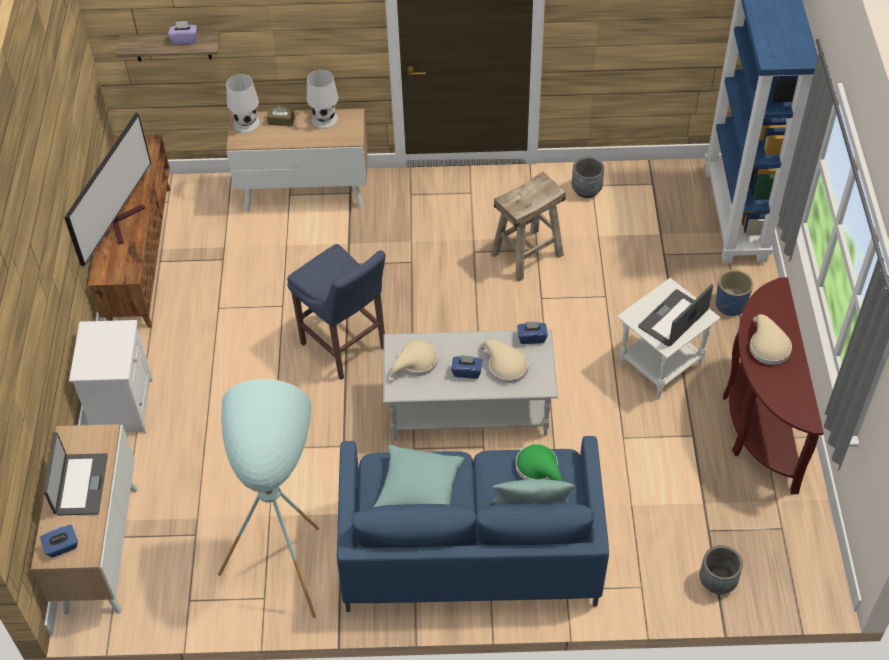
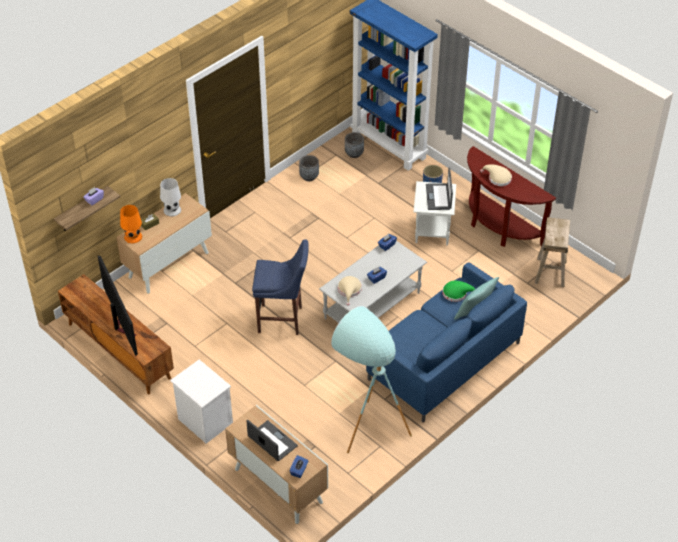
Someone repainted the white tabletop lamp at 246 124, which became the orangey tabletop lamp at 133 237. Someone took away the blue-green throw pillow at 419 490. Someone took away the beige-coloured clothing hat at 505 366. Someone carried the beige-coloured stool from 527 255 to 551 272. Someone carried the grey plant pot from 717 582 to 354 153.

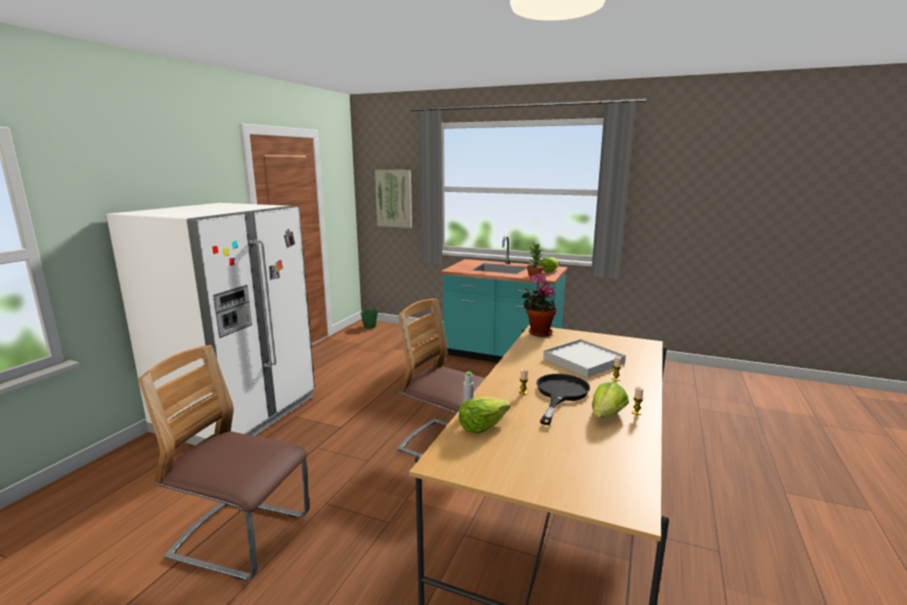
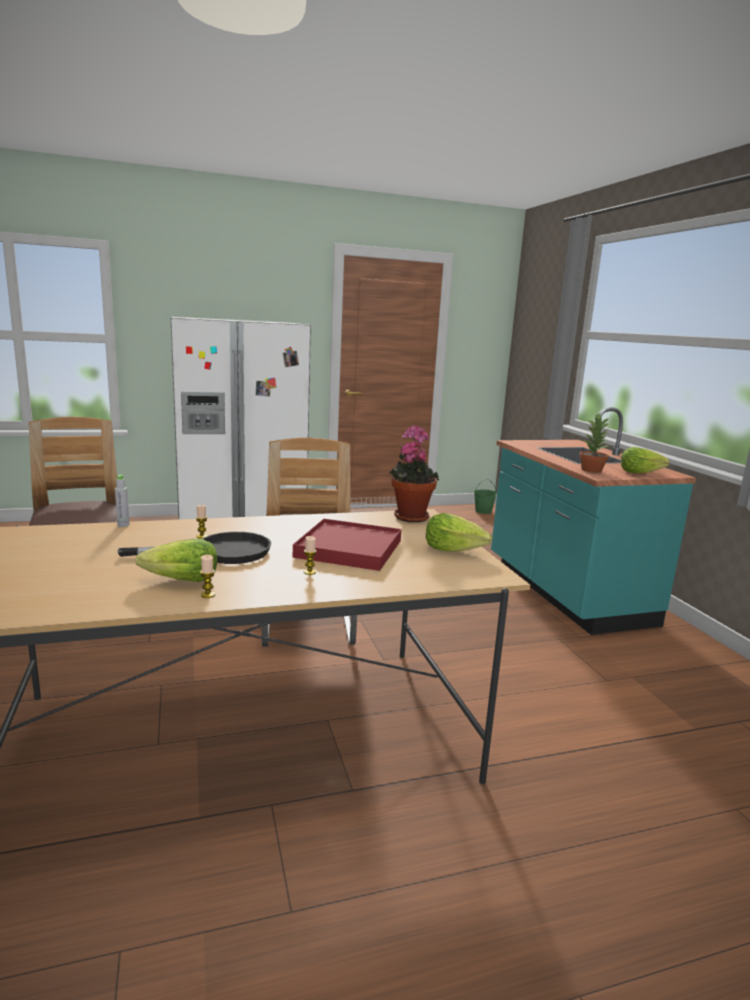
Someone took away the wall art at 394 198. Someone carried the lettuce head from 482 426 to 454 550. Someone repainted the white serving tray at 583 361, which became the red-coloured serving tray at 349 549.

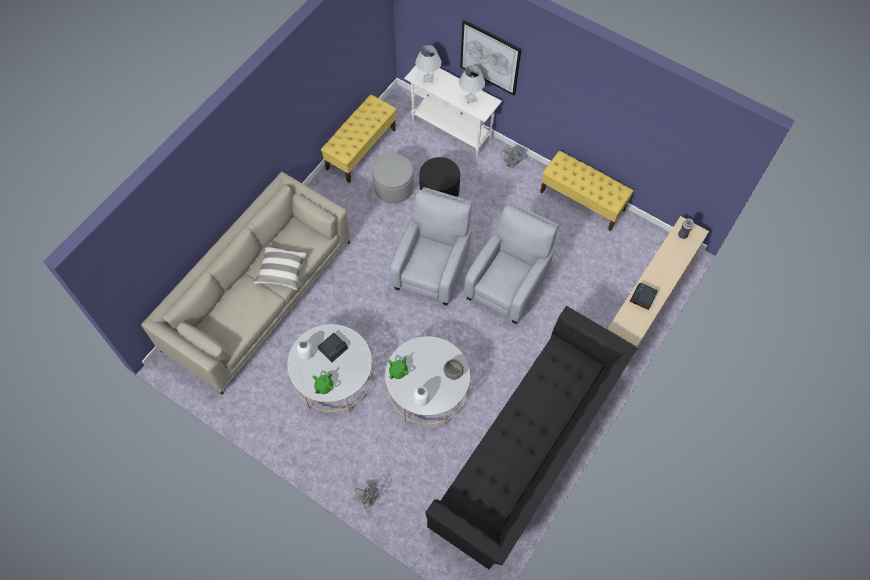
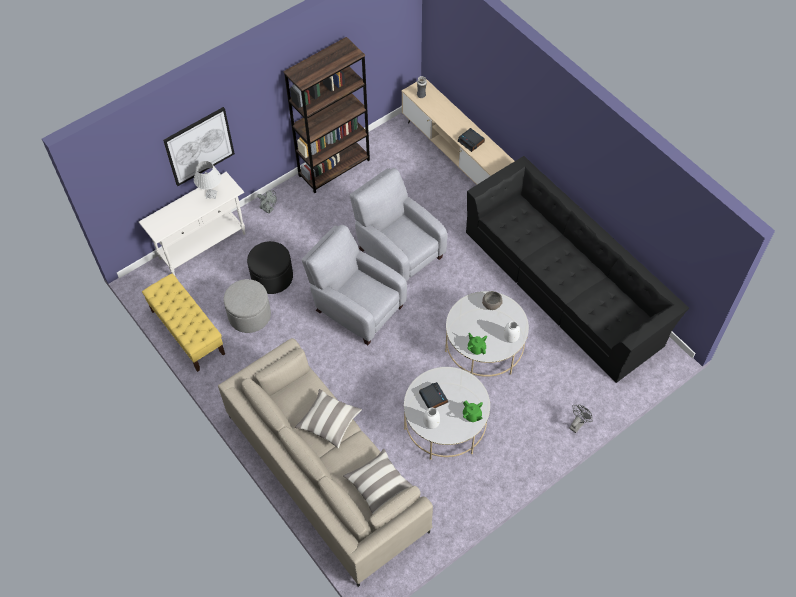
Someone took away the white tabletop lamp at 428 79. Someone swapped the yellowish long seat at 582 201 for the brownish bookcase at 334 168. Someone put down the throw pillow at 378 484.

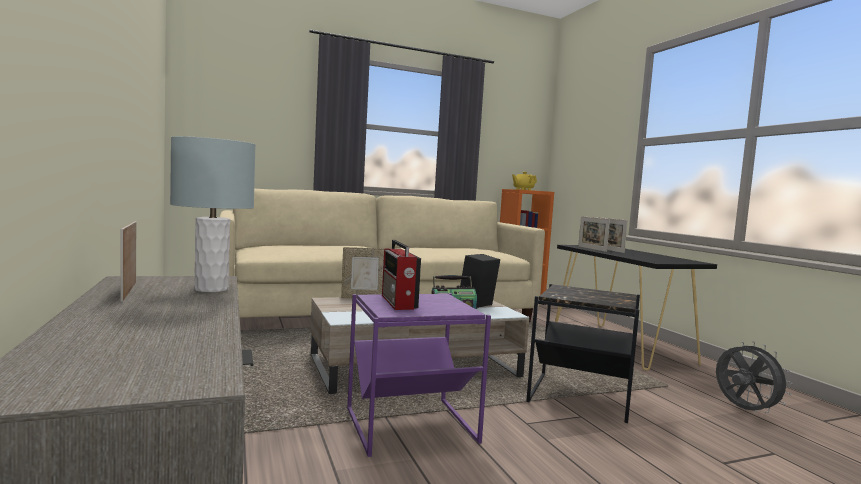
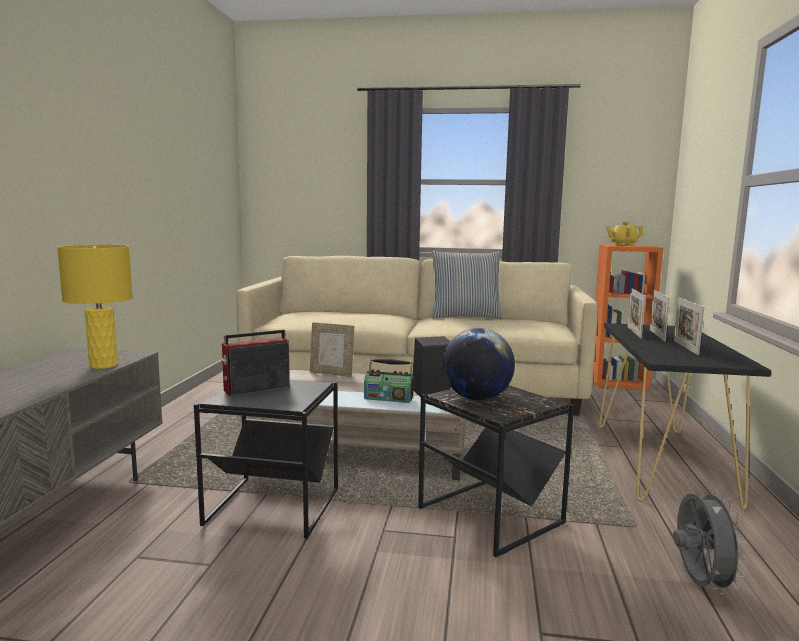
Someone carried the standing frame from 128 291 to 685 347. Someone repainted the grey tabletop lamp at 212 289, which became the yellowish tabletop lamp at 104 365. Someone repainted the purple-coloured accent table at 409 426, which became the black accent table at 272 506. Someone rotated the radio receiver at 398 302 by 45 degrees clockwise. Someone put down the throw pillow at 465 317. Someone put down the world globe at 477 398.

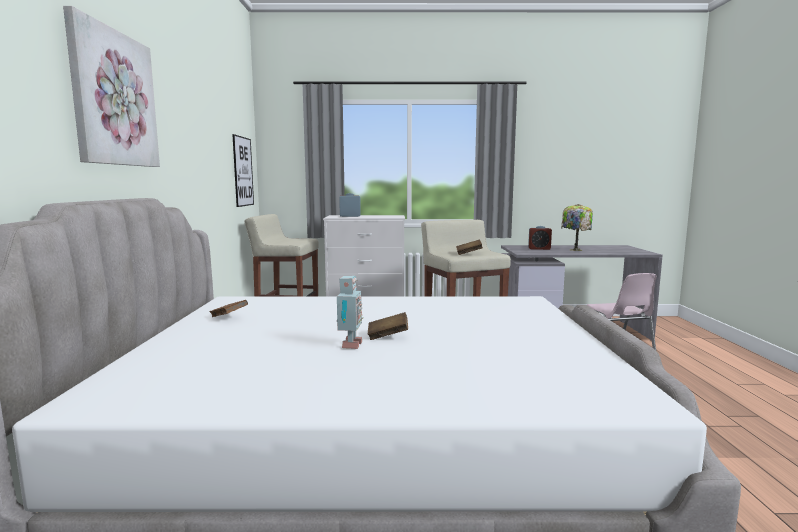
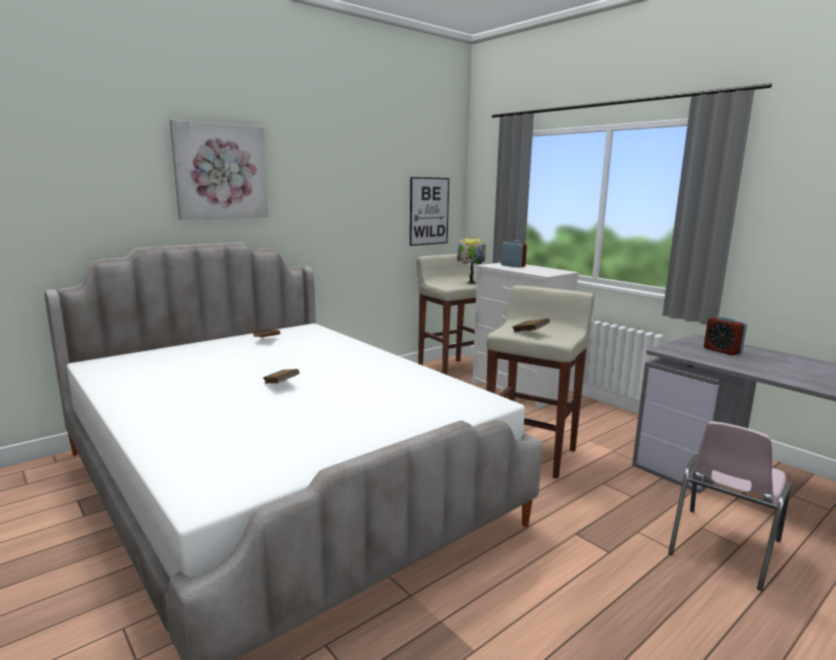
Someone took away the robot figure at 349 345. Someone carried the tabletop lamp from 574 250 to 470 282.

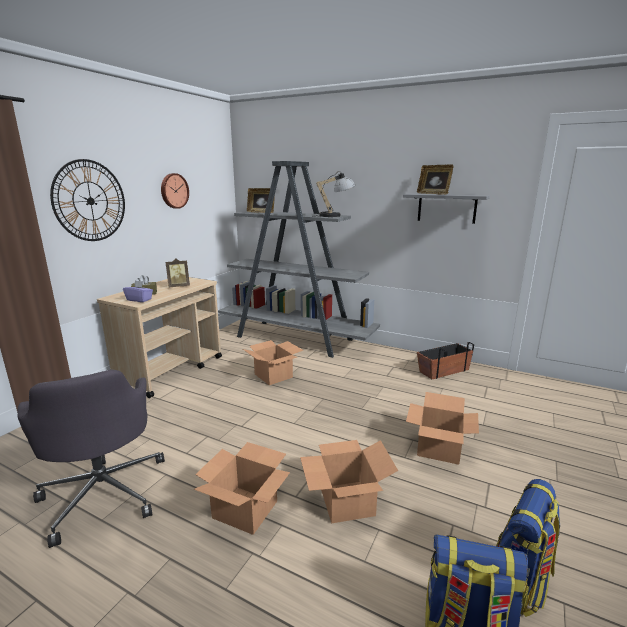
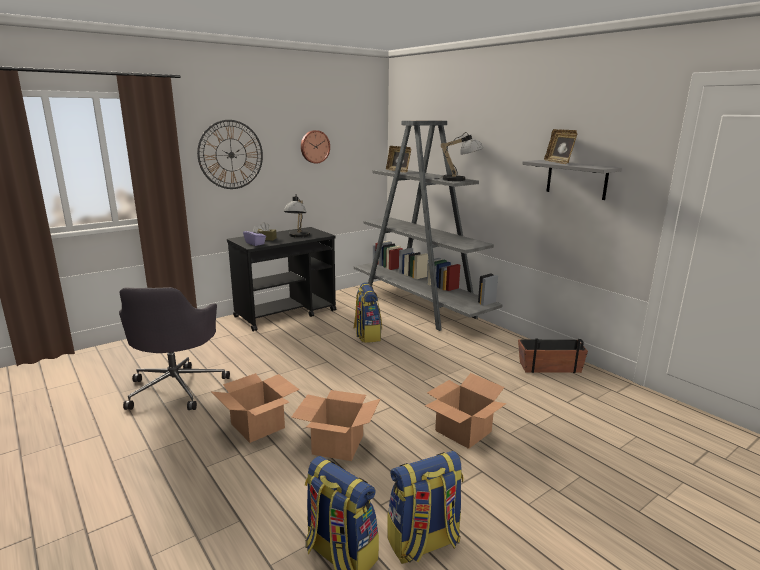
Someone repainted the beige-coloured trolley at 171 370, which became the black trolley at 286 313. Someone swapped the standing frame at 179 286 for the tabletop lamp at 298 236. Someone swapped the cardboard box at 273 375 for the backpack at 367 335.

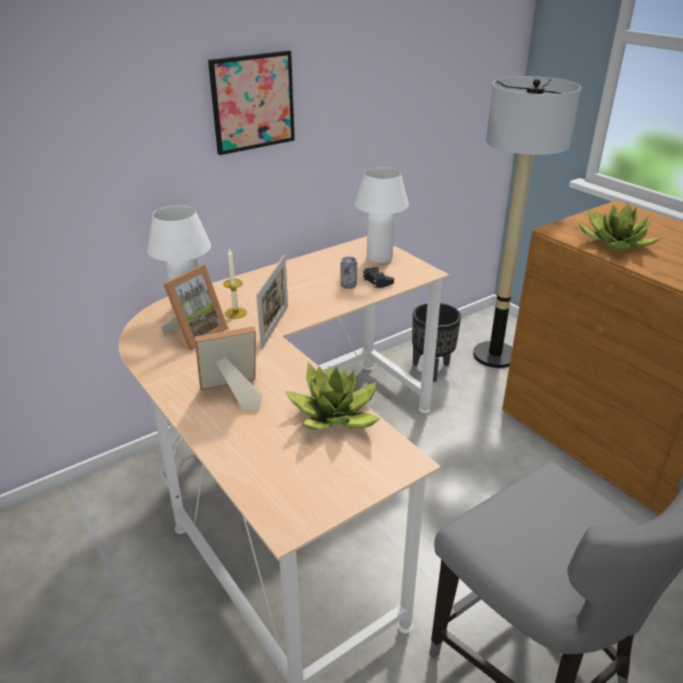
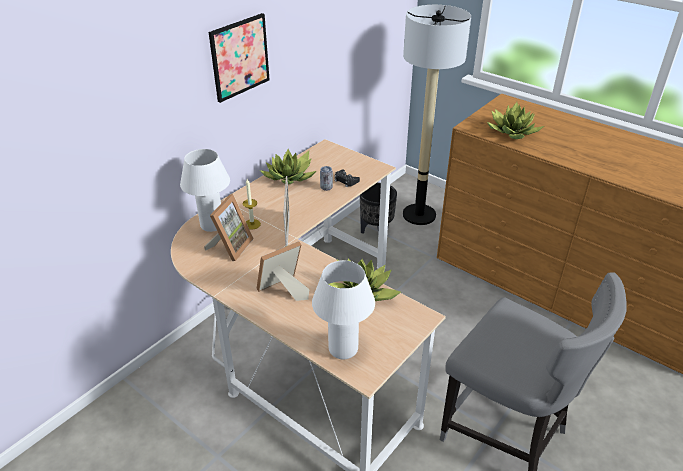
Someone carried the white tabletop lamp from 379 258 to 343 349. Someone put down the houseplant at 290 177.

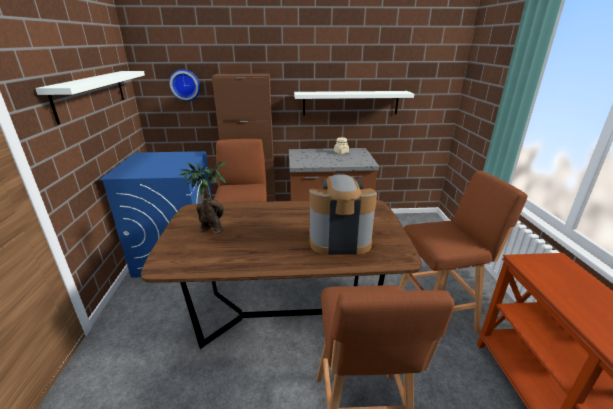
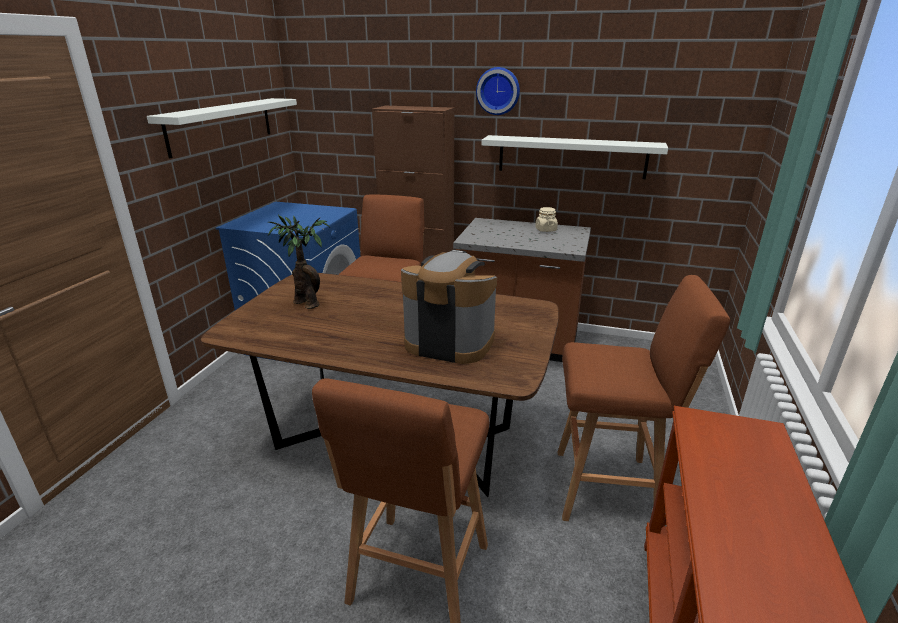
Someone carried the clock on the wall from 185 85 to 498 91.

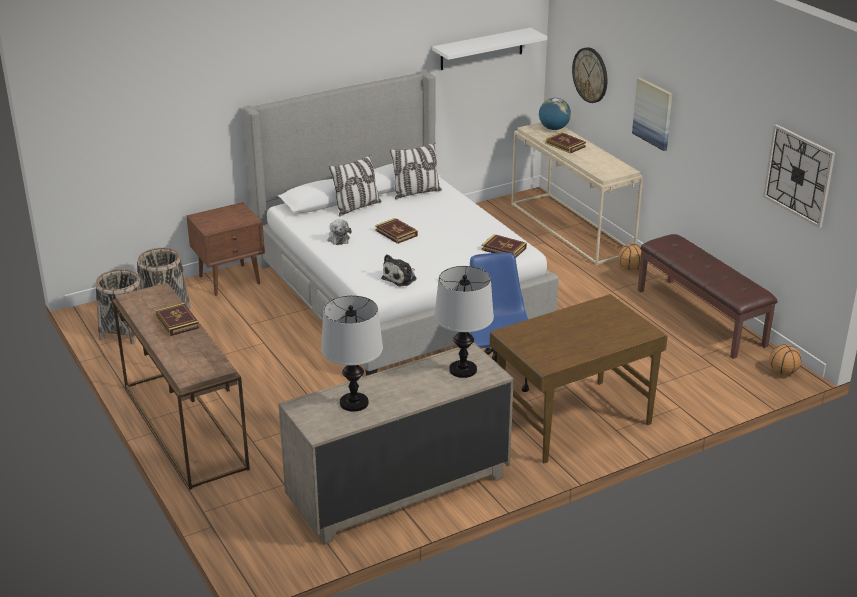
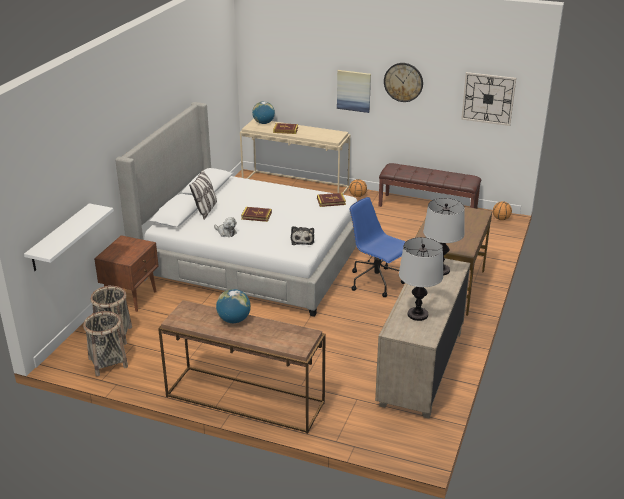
Someone swapped the book at 177 322 for the world globe at 234 320. Someone took away the throw pillow at 416 192. Someone carried the white shelf from 481 49 to 60 237. Someone carried the clock on the wall from 590 75 to 403 82.

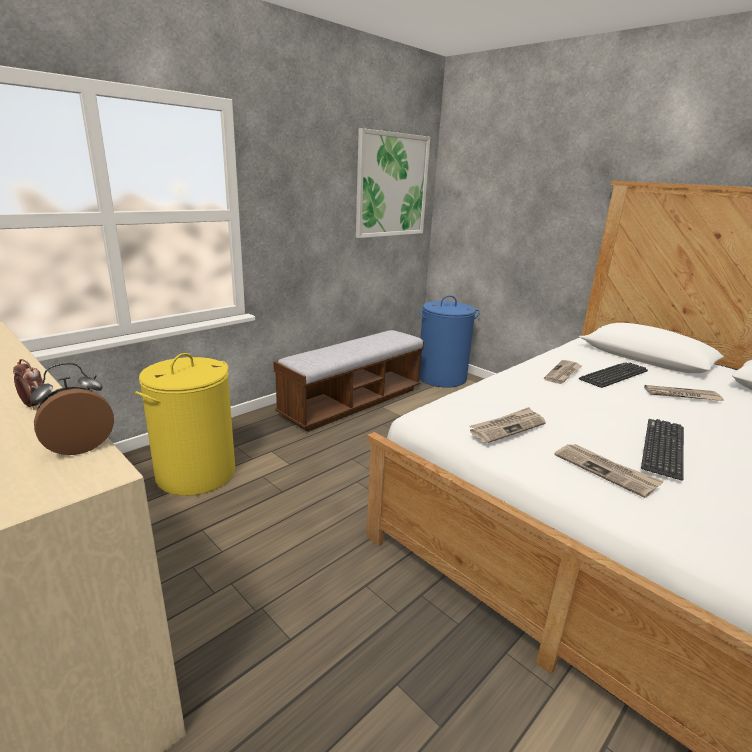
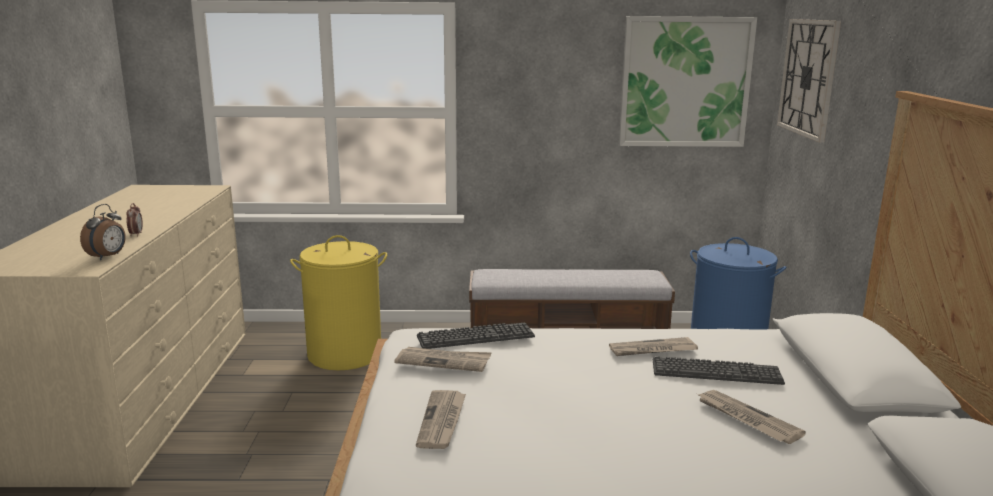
Someone rotated the alarm clock at 79 446 by 105 degrees clockwise. Someone carried the computer keyboard from 663 448 to 475 337. Someone put up the clock on the wall at 808 77.

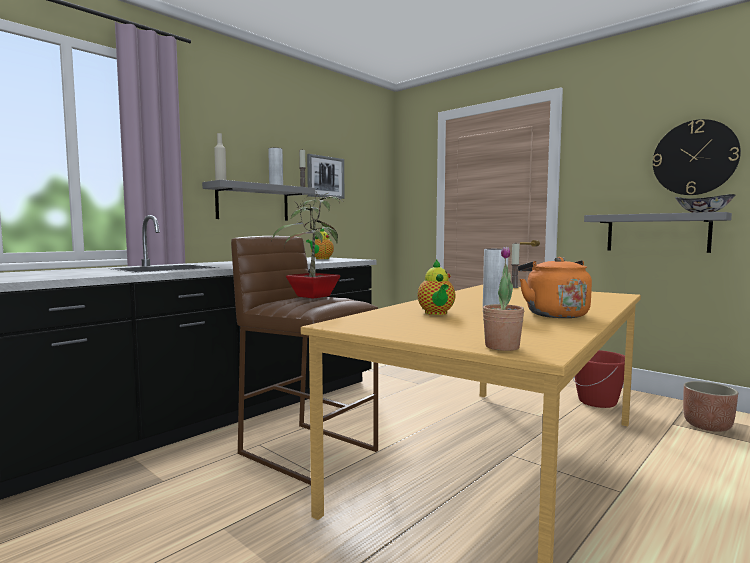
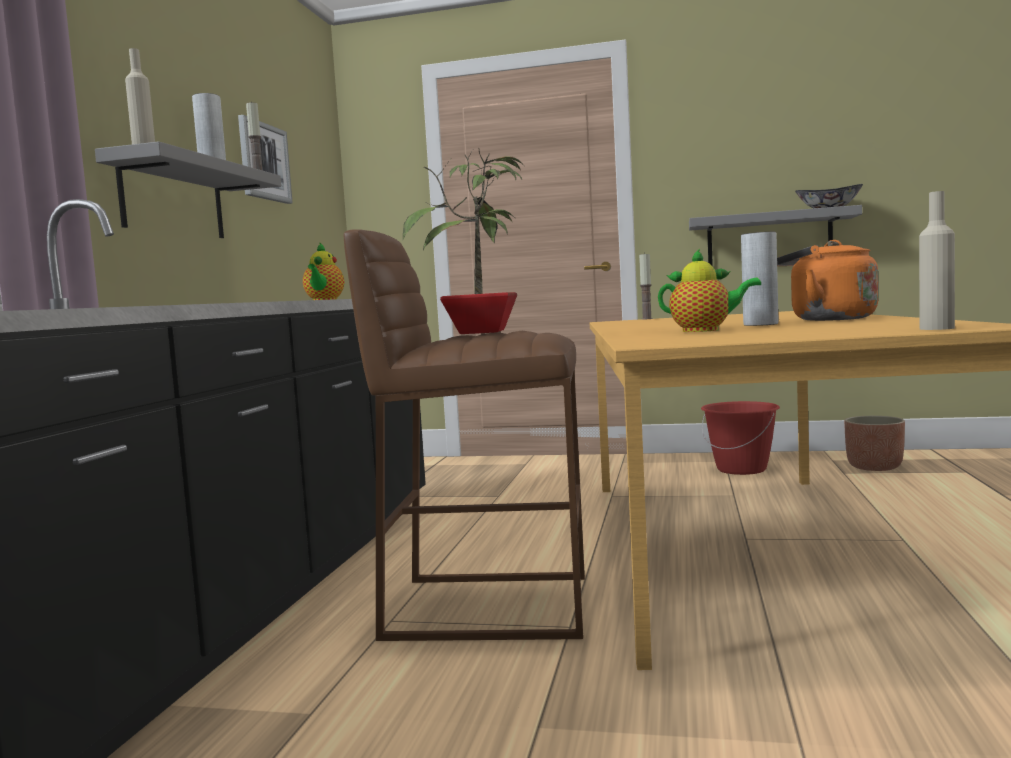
Someone rotated the tea pot at 436 313 by 45 degrees counterclockwise. Someone swapped the houseplant at 502 347 for the beige-coloured bottle at 937 328. Someone took away the clock on the wall at 694 158.

